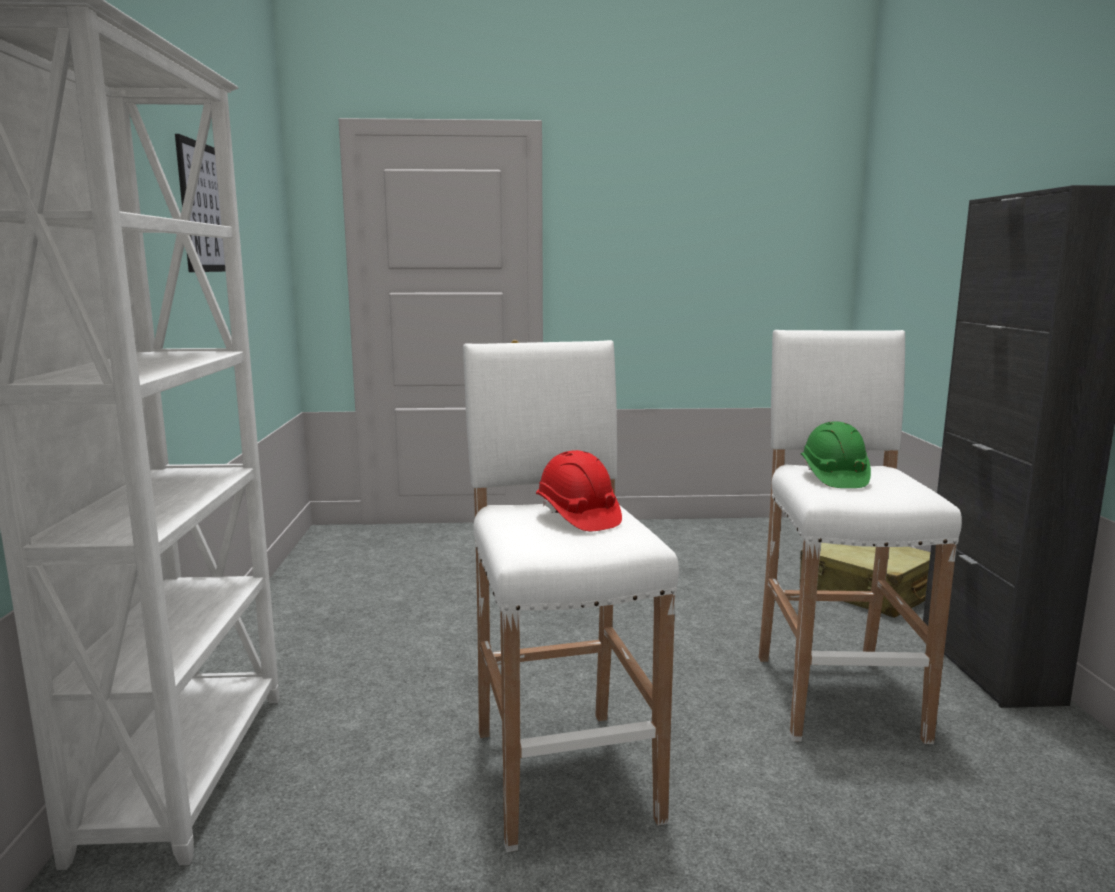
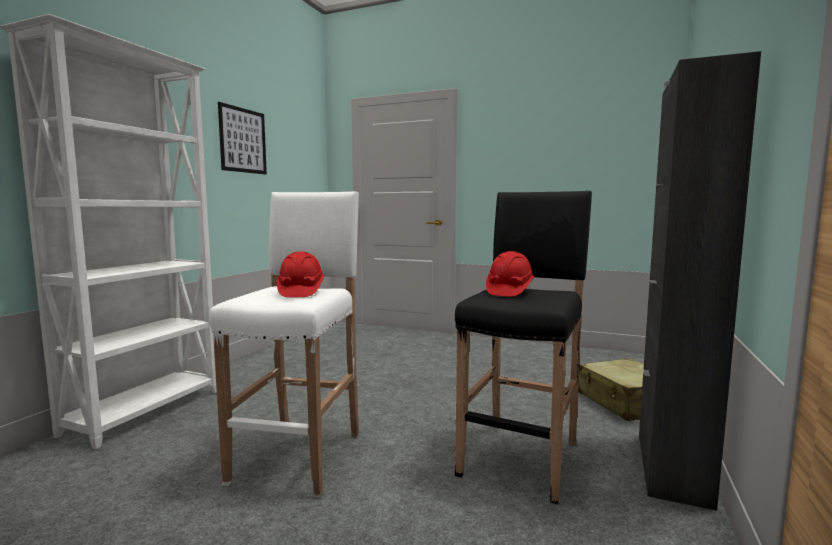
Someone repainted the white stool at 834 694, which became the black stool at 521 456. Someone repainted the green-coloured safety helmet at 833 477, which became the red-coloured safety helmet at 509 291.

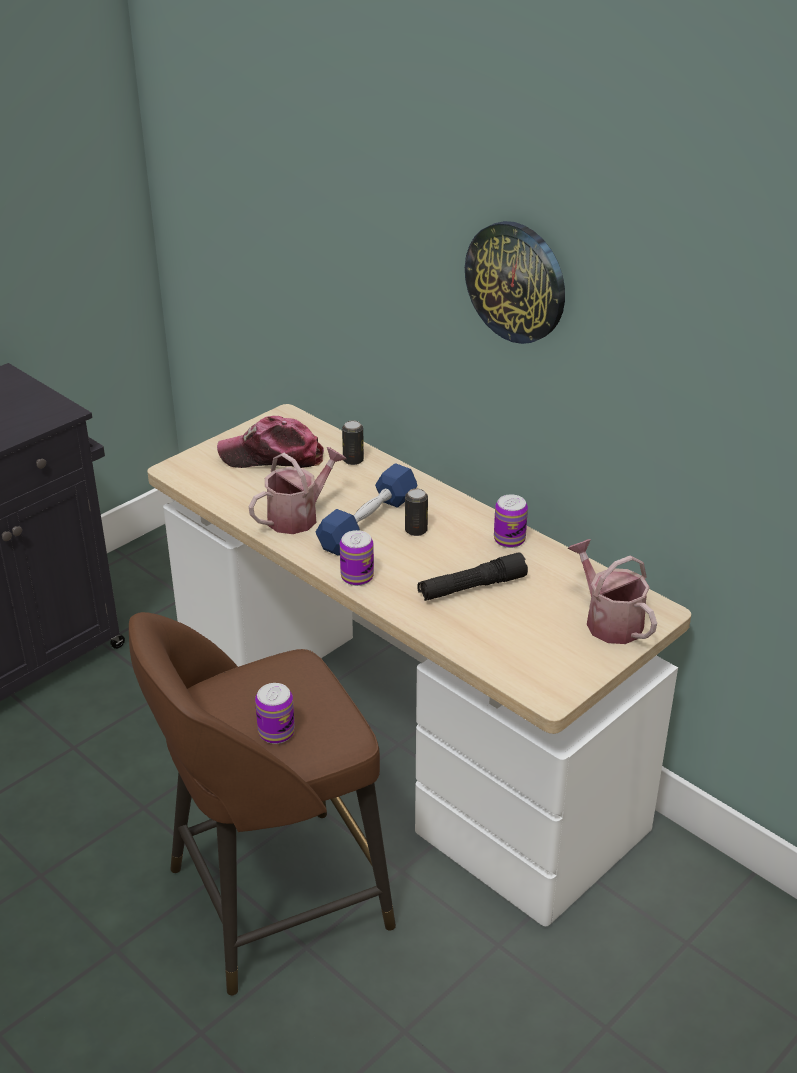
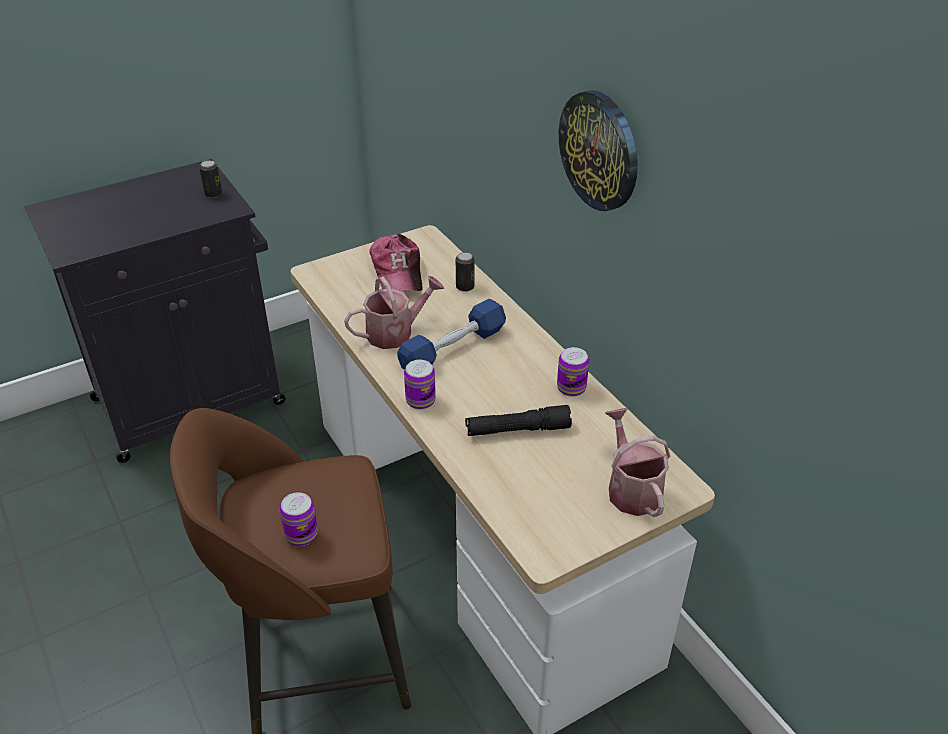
Someone rotated the baseball cap at 272 456 by 120 degrees counterclockwise. Someone carried the can from 416 530 to 213 194.

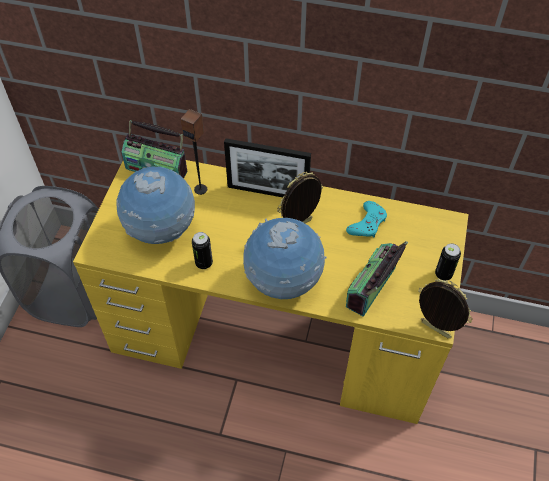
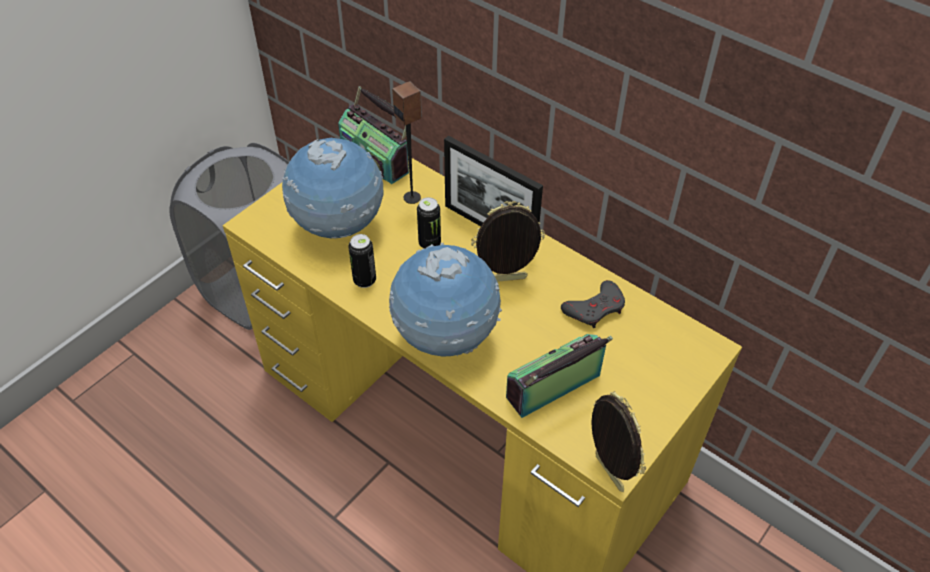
Someone repainted the blue-green joypad at 367 223, which became the grey joypad at 595 308. Someone carried the can from 443 274 to 429 243.

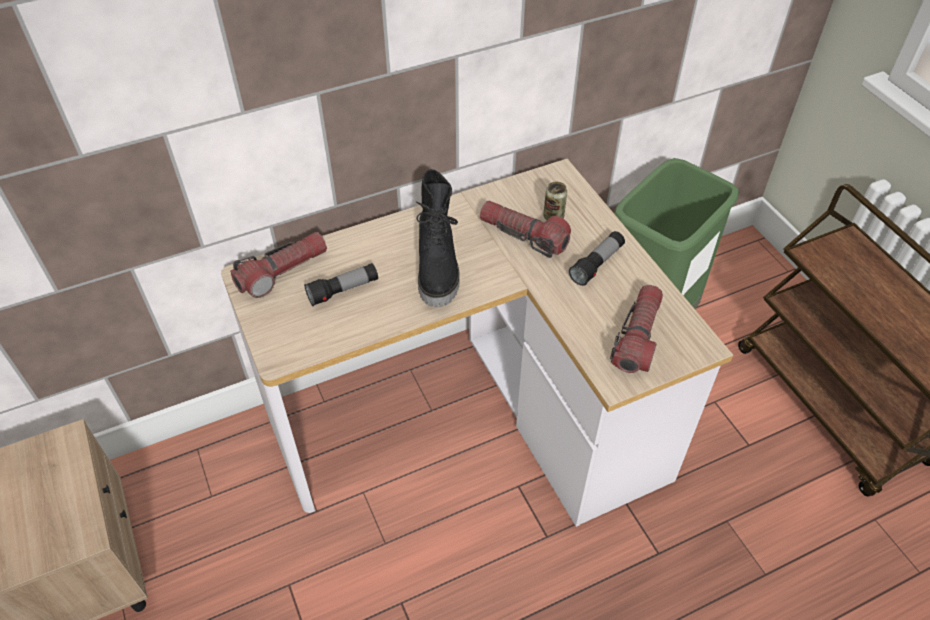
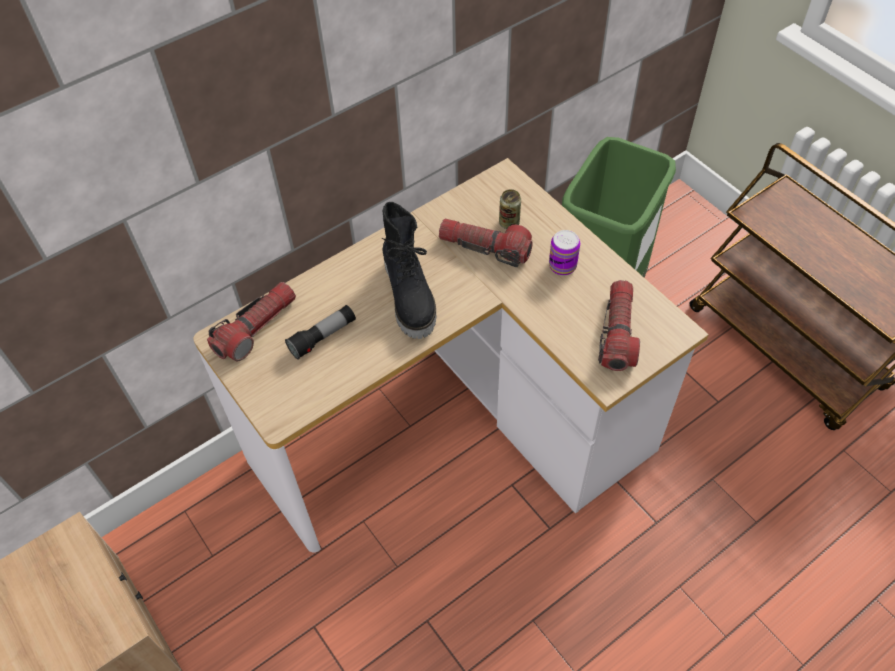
Someone swapped the torch at 597 264 for the can at 562 266.

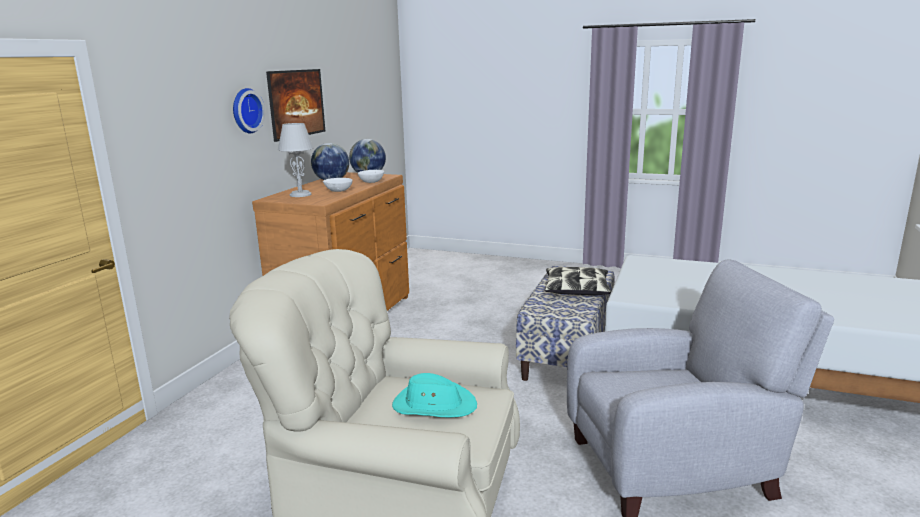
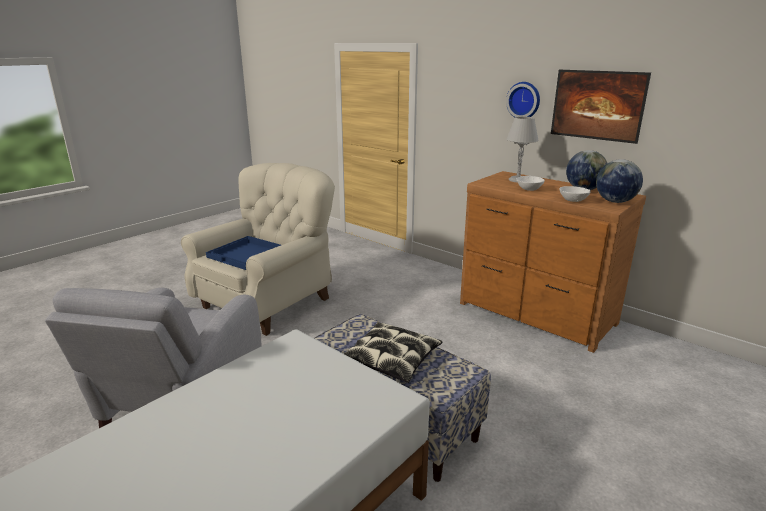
Someone swapped the blue-green clothing hat at 434 405 for the blue-coloured serving tray at 248 254.

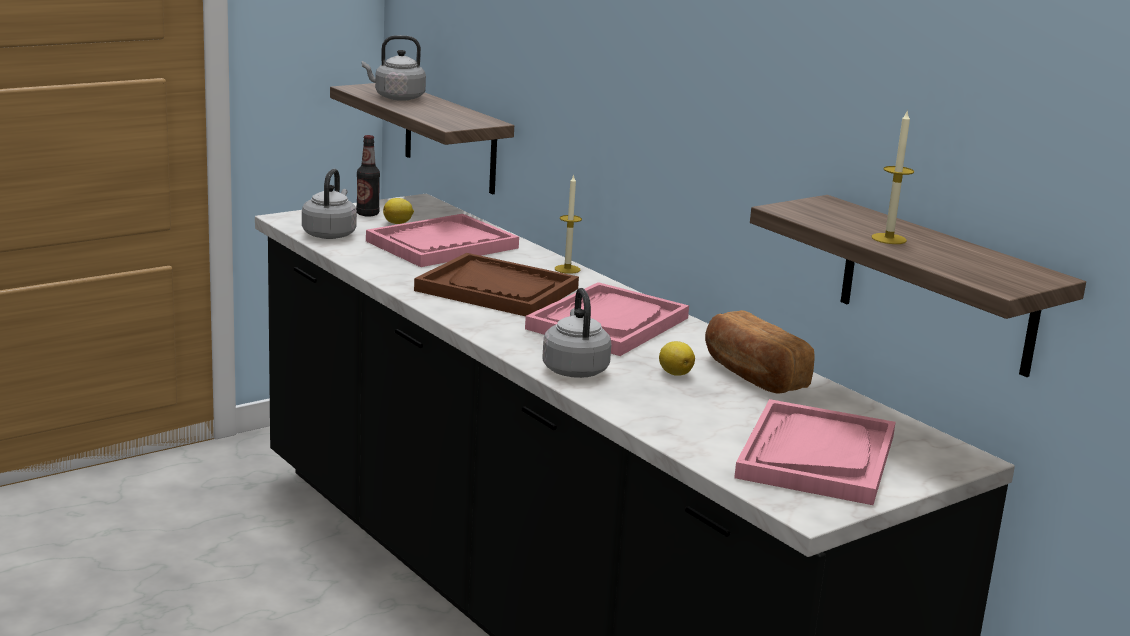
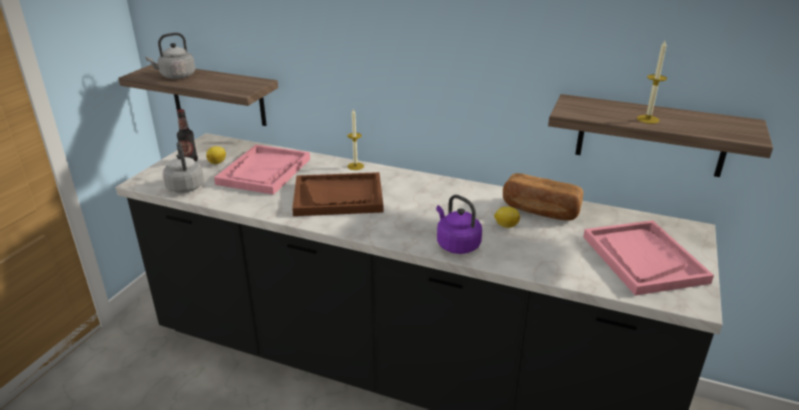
Someone took away the pink serving tray at 608 323. Someone repainted the grey water kettle at 574 369, which became the purple-coloured water kettle at 456 244.

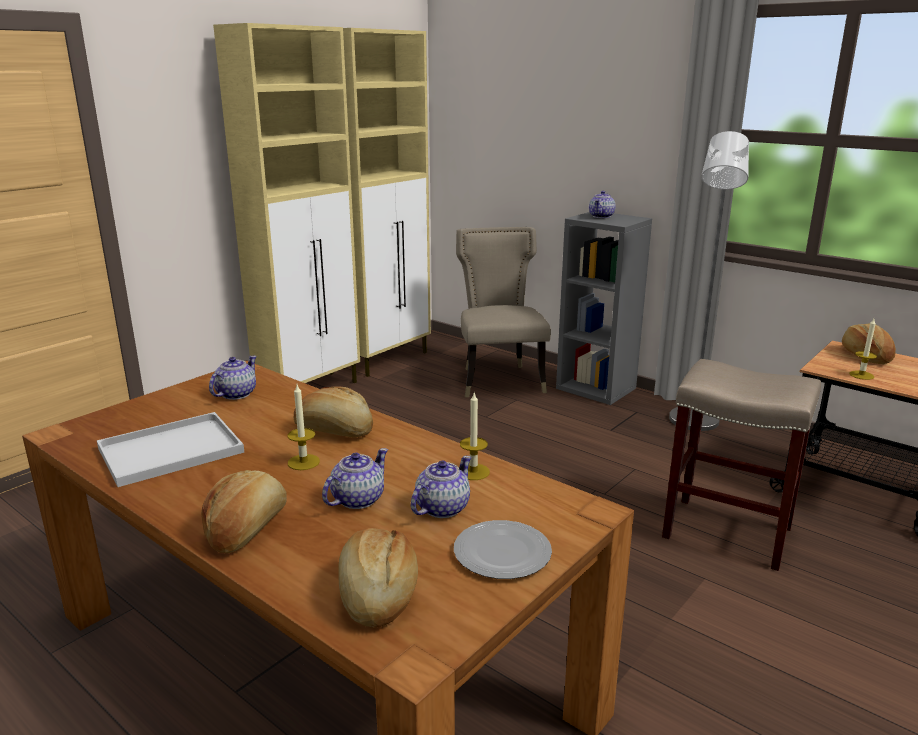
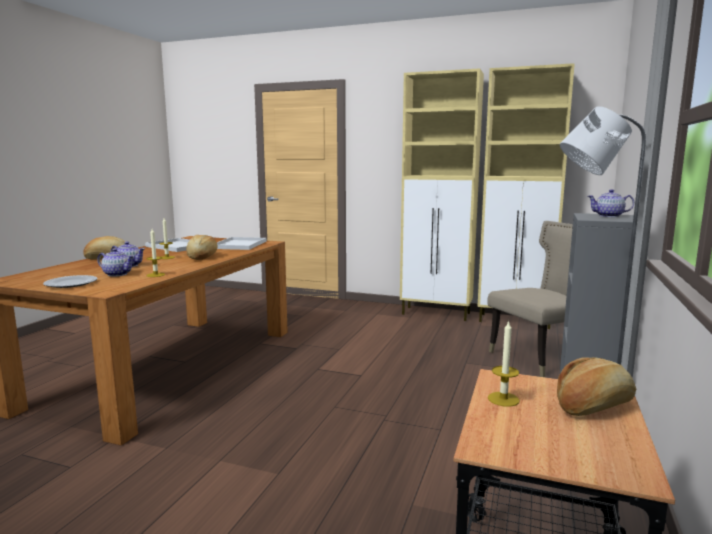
Someone swapped the tea pot at 235 394 for the white serving tray at 239 244. Someone took away the bakery bread at 376 594. Someone took away the beige-coloured stool at 729 532.

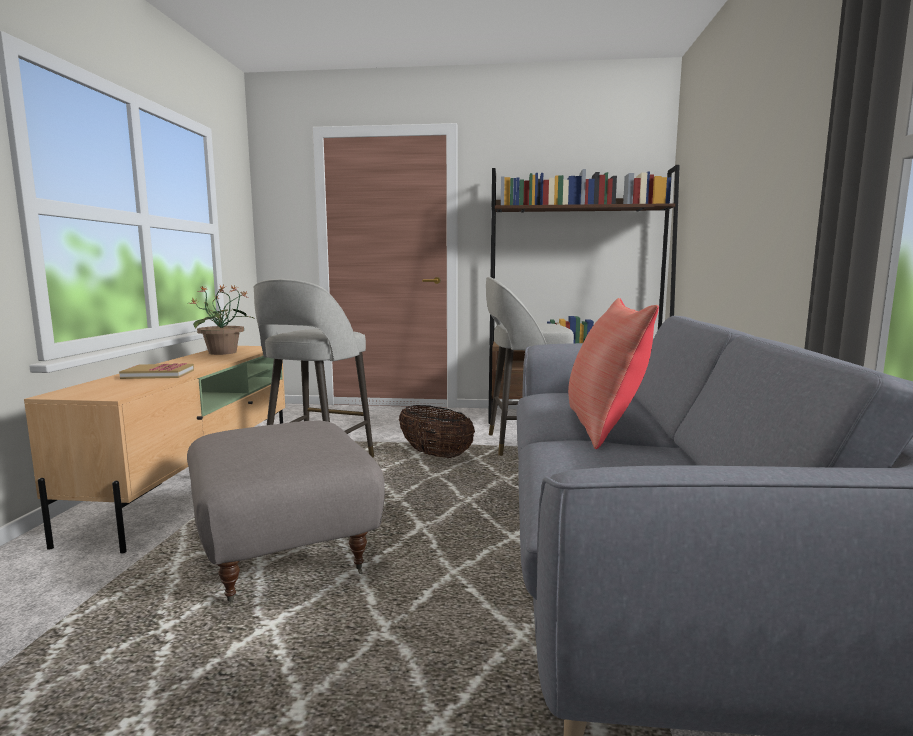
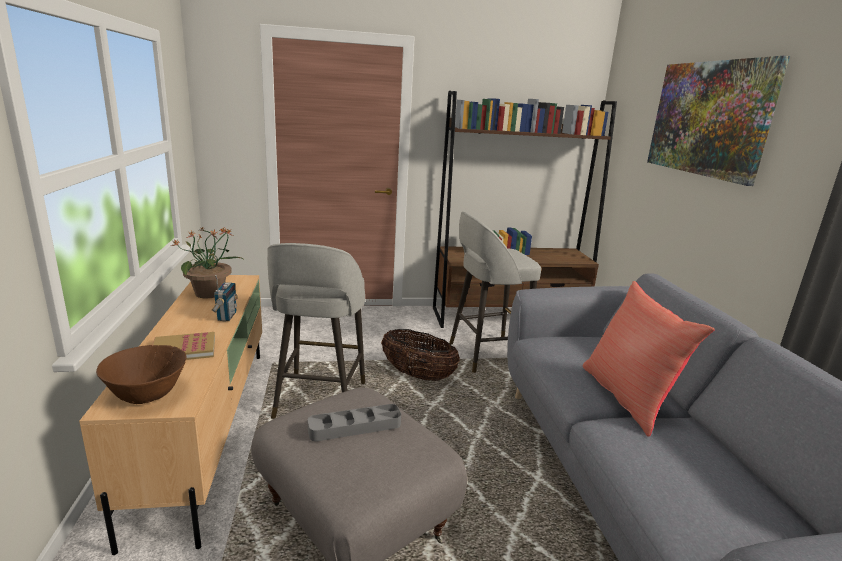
Someone put down the brownish deep dish at 147 395. Someone put down the radio receiver at 226 316. Someone put down the grey serving tray at 355 427. Someone put up the wall art at 708 118.

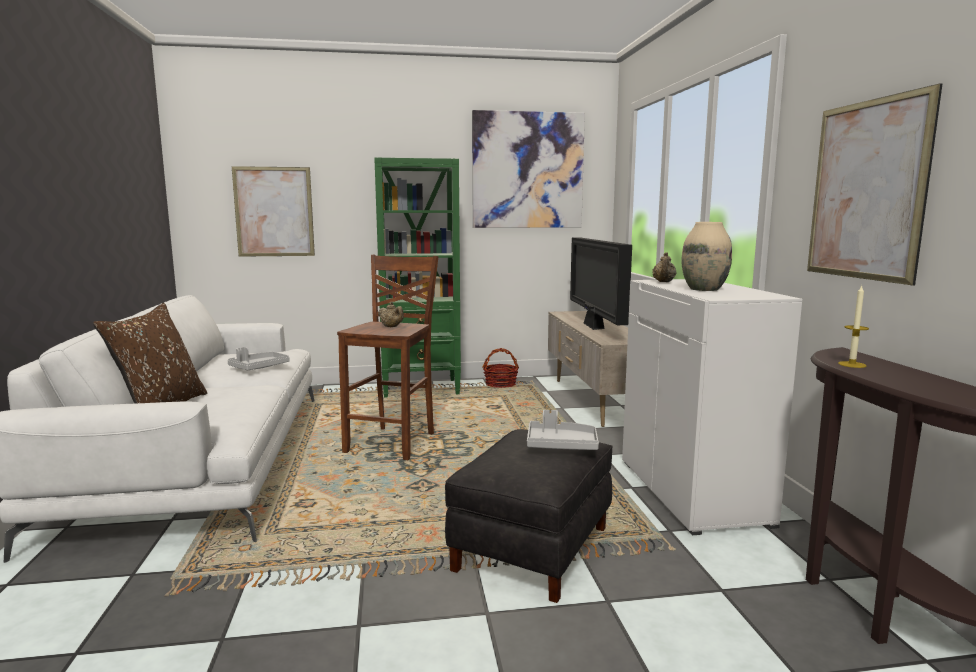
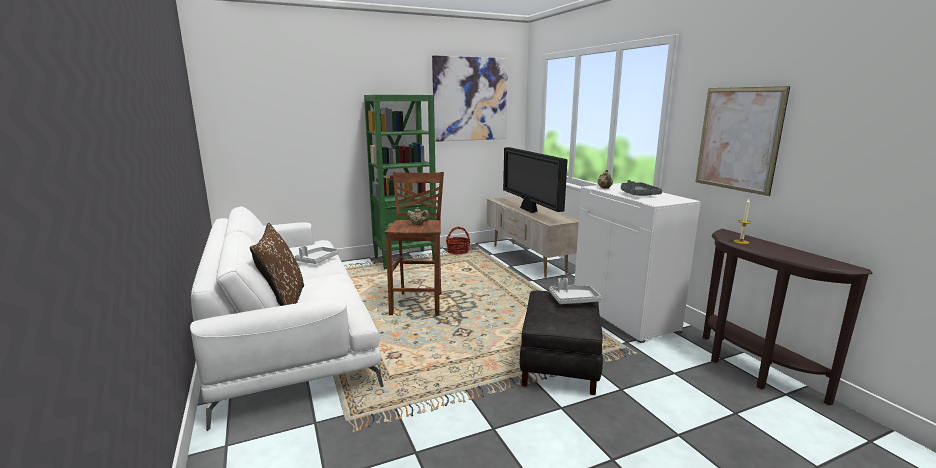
Someone took away the wall art at 274 212. Someone swapped the beige-coloured vase at 703 289 for the grey serving tray at 637 194.

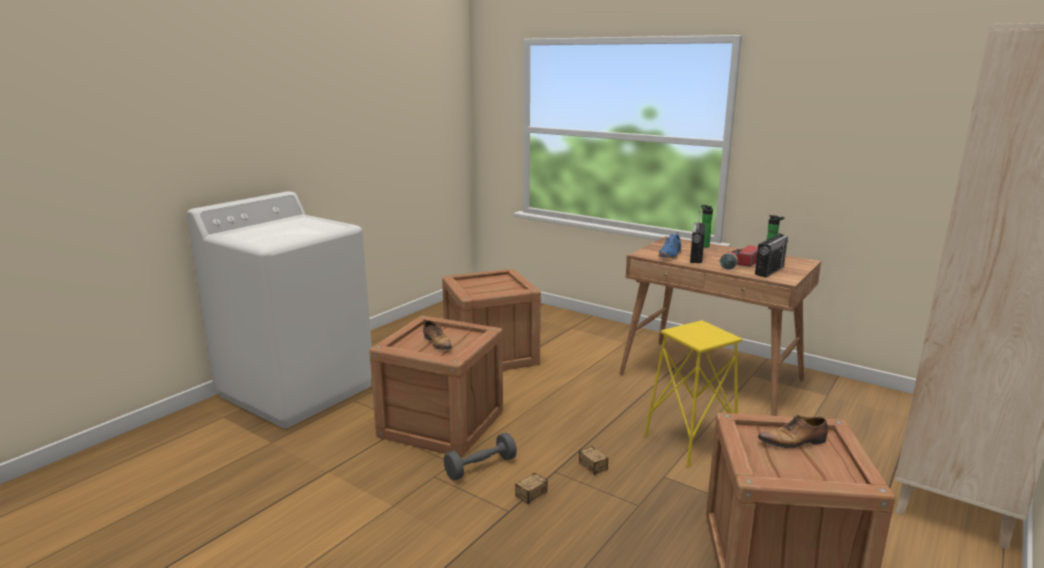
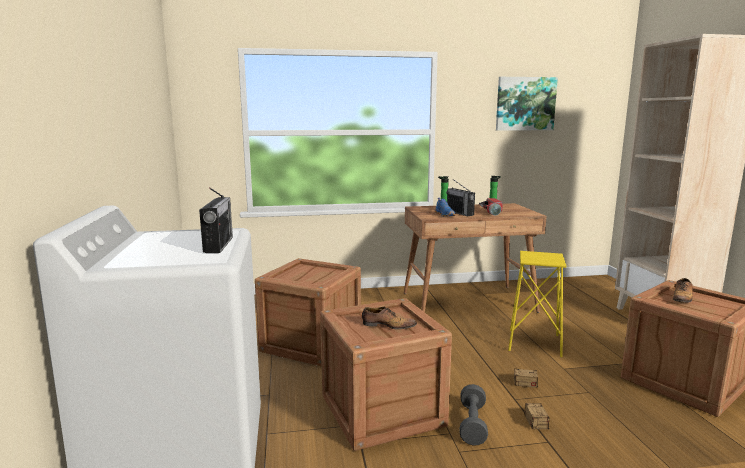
Someone carried the radio receiver from 769 271 to 218 245. Someone put up the wall art at 525 104.

